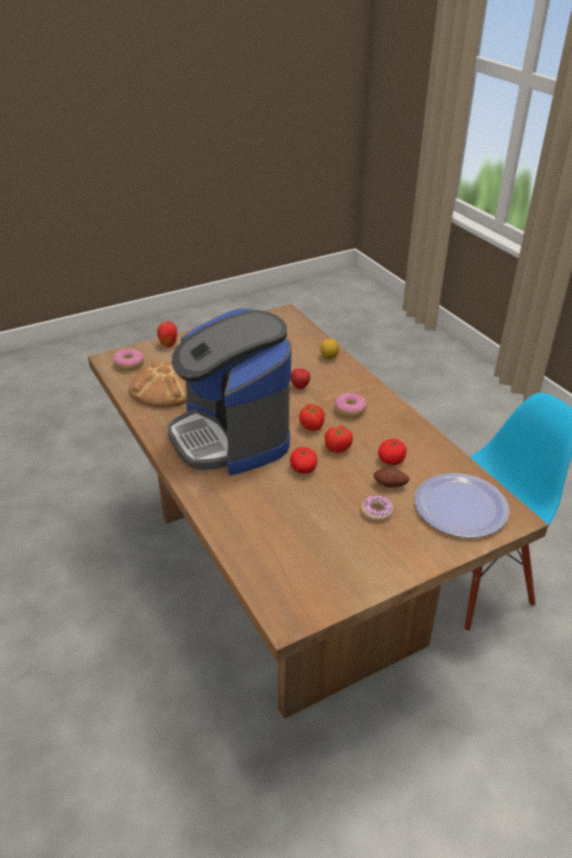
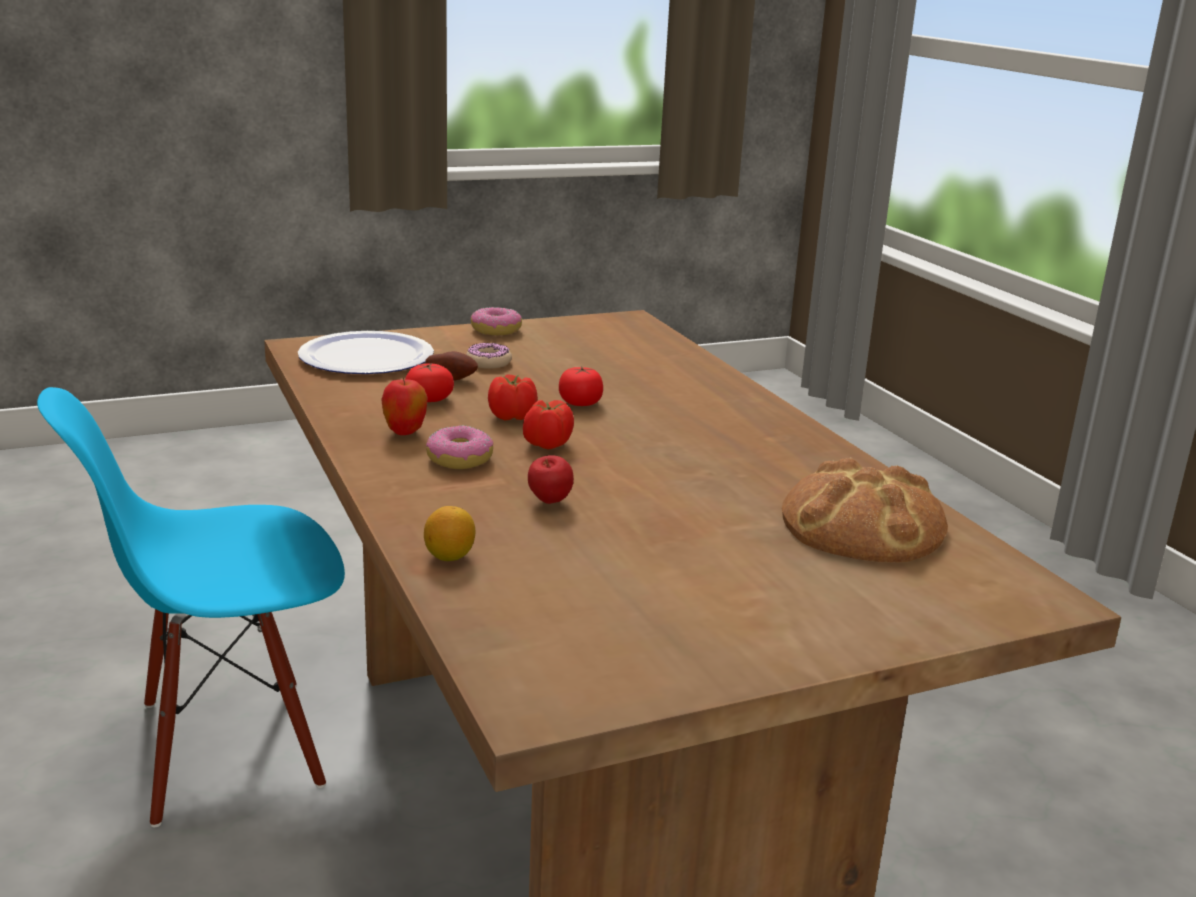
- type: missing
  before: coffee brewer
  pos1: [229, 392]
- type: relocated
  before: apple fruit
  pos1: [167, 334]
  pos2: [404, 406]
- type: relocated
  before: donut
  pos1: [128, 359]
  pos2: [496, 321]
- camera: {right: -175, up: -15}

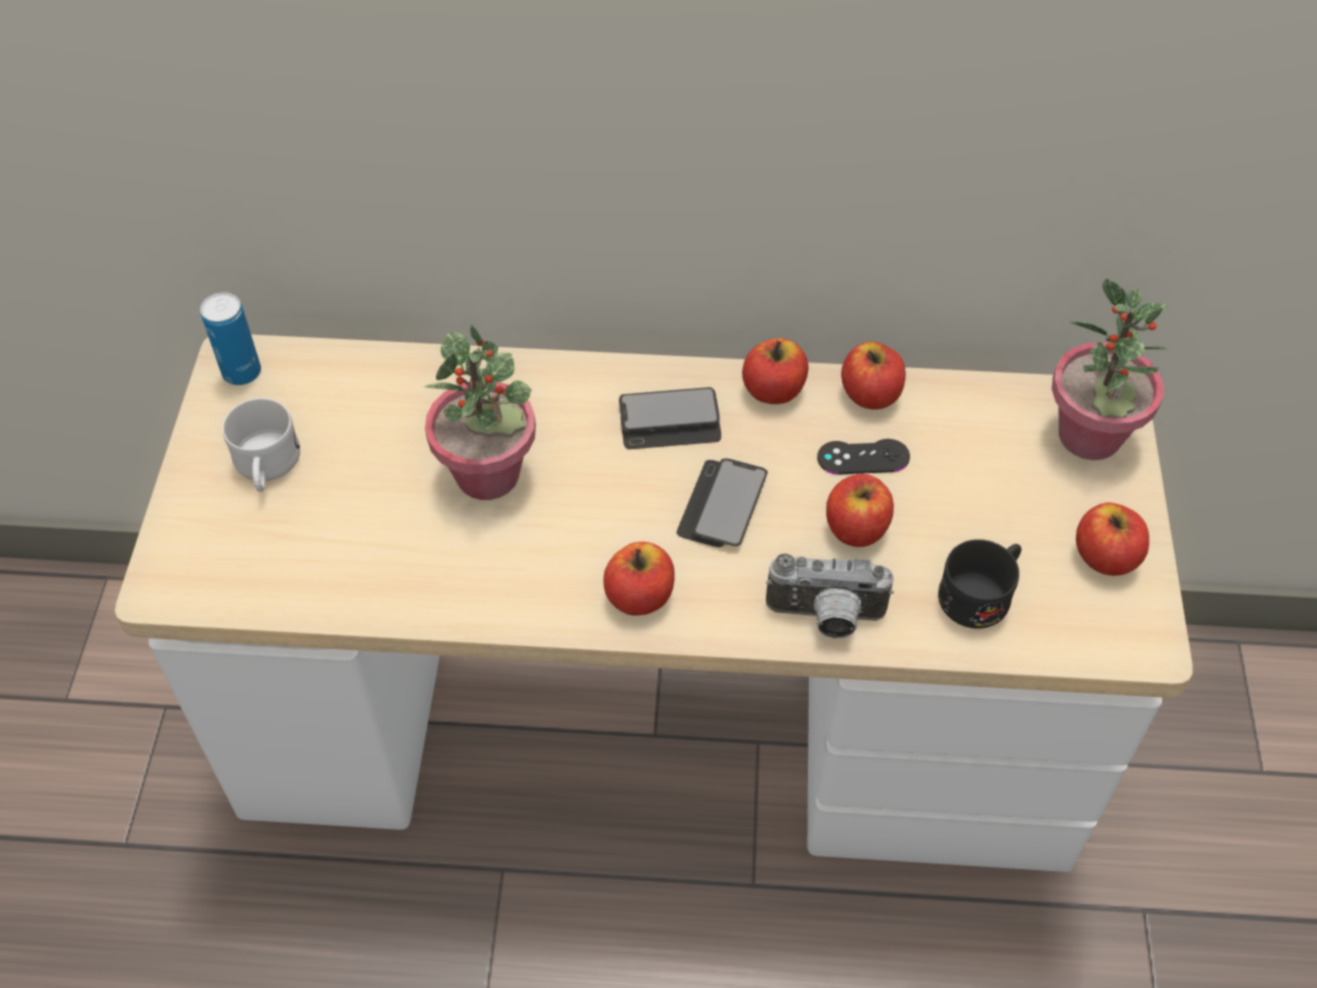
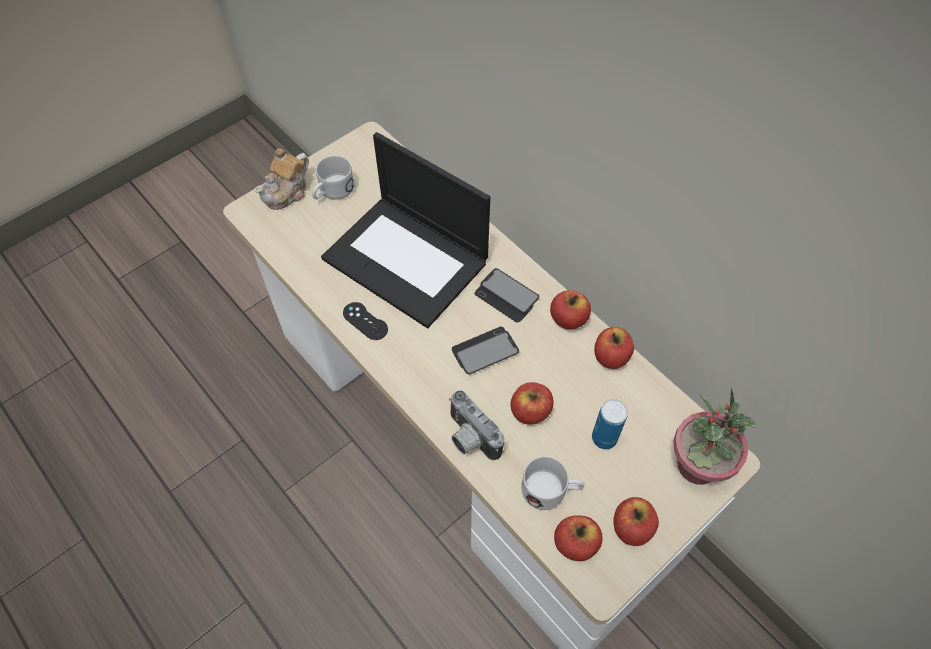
- type: relocated
  before: can
  pos1: [230, 338]
  pos2: [610, 424]
- type: exchanged
  before: potted plant
  after: laptop
  pos1: [480, 412]
  pos2: [405, 230]
- type: relocated
  before: joypad (blackish)
  pos1: [863, 456]
  pos2: [365, 321]
- type: colour
  before: coffee mug (blackish)
  after: coffee mug (white)
  pos1: [979, 584]
  pos2: [553, 483]
- type: relocated
  before: apple fruit
  pos1: [639, 578]
  pos2: [578, 538]
- type: appeared
  after: teapot
  pos2: [281, 179]
- camera: {right: 45, up: 5}

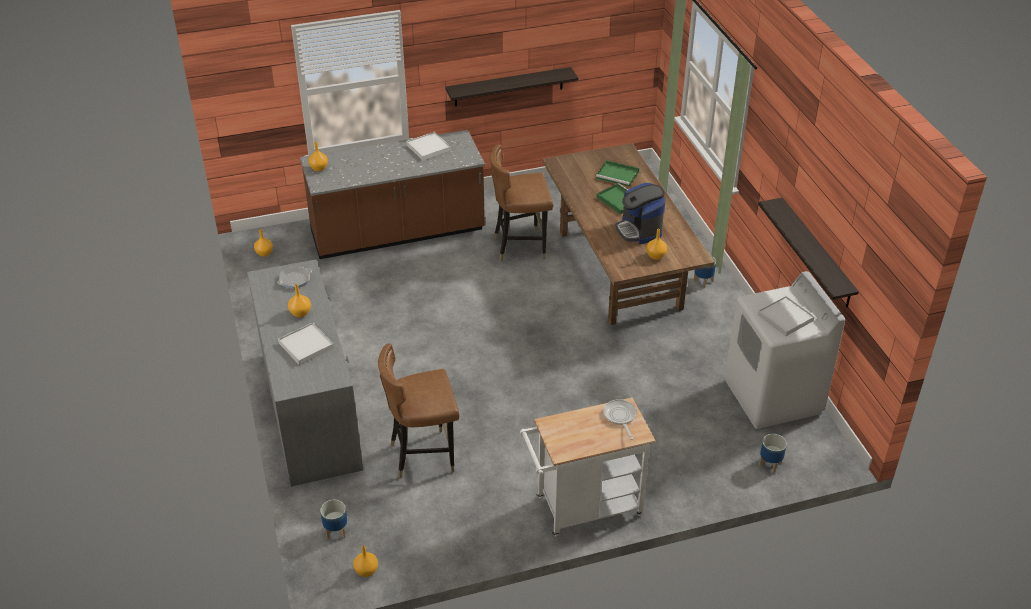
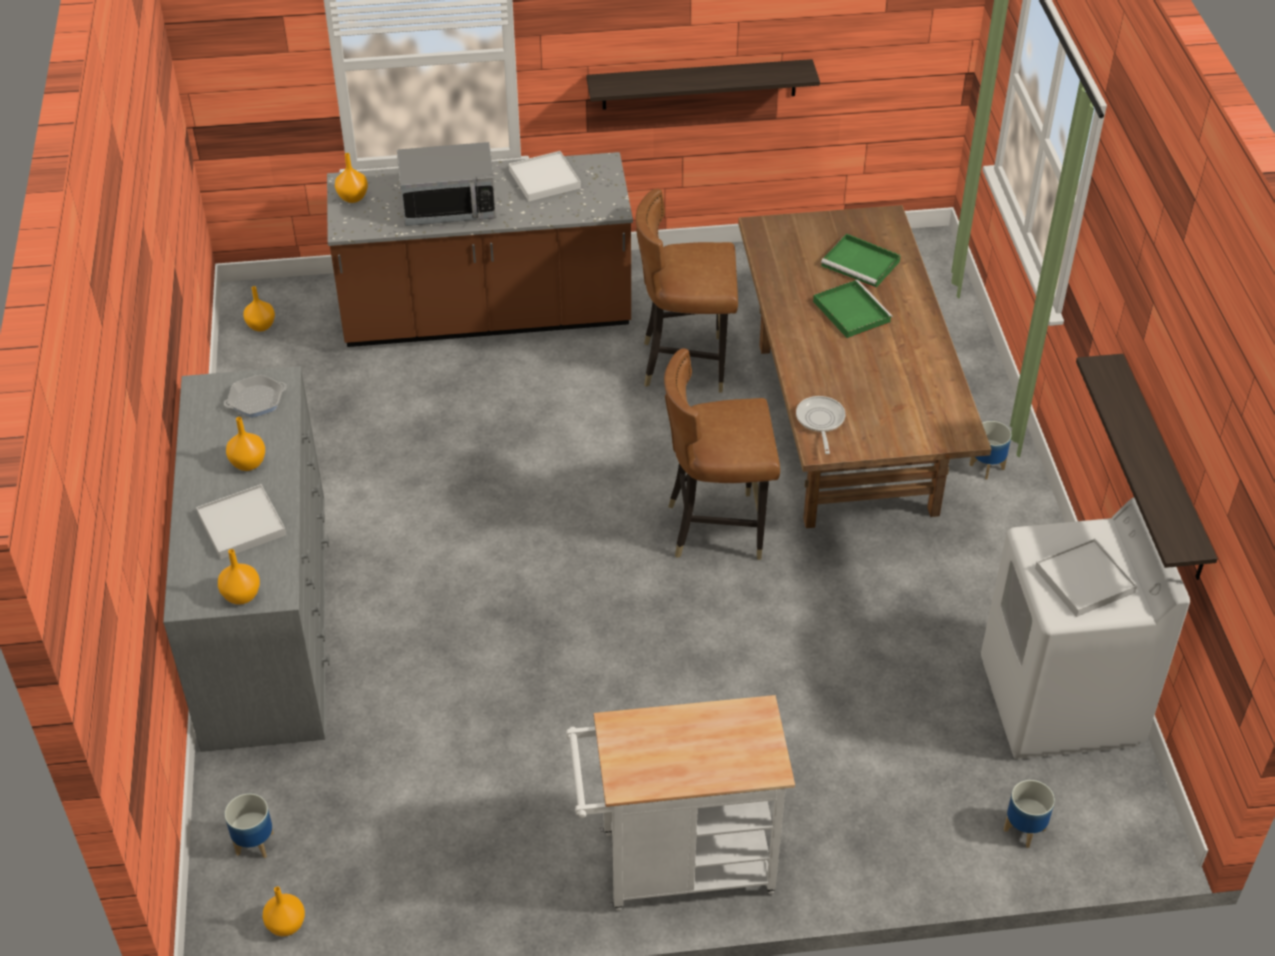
- type: missing
  before: coffee brewer
  pos1: [641, 213]
- type: relocated
  before: vase (orange)
  pos1: [656, 244]
  pos2: [239, 577]
- type: relocated
  before: chair (brownish)
  pos1: [419, 410]
  pos2: [722, 454]
- type: relocated
  before: pan
  pos1: [619, 419]
  pos2: [820, 425]
- type: appeared
  after: microwave
  pos2: [447, 184]
- camera: {right: 10, up: 5}

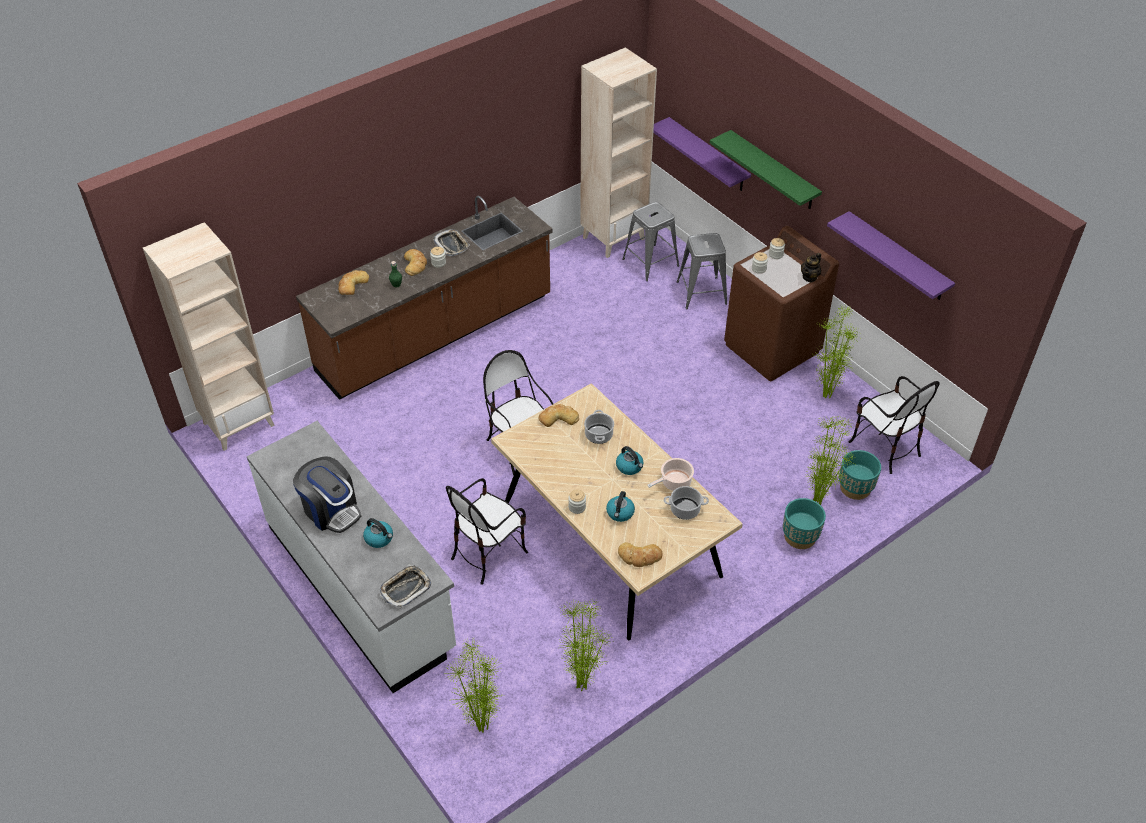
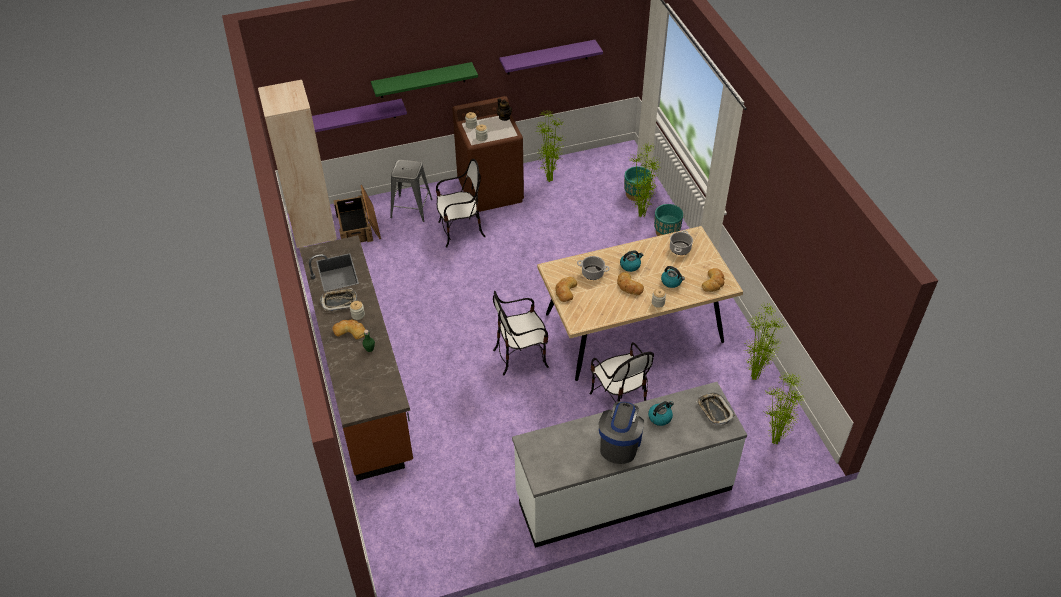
- type: exchanged
  before: stool (grey)
  after: packing crate
  pos1: [650, 241]
  pos2: [357, 214]
- type: missing
  before: shelving unit (beige)
  pos1: [209, 336]
- type: relocated
  before: baked bread
  pos1: [353, 282]
  pos2: [630, 283]
- type: relocated
  before: chair
  pos1: [894, 425]
  pos2: [461, 203]
- type: spun
  before: coffee brewer
  pos1: [327, 494]
  pos2: [621, 432]
  turn: -45
- type: missing
  before: stockpot
  pos1: [670, 474]
- camera: {right: -70, up: 0}

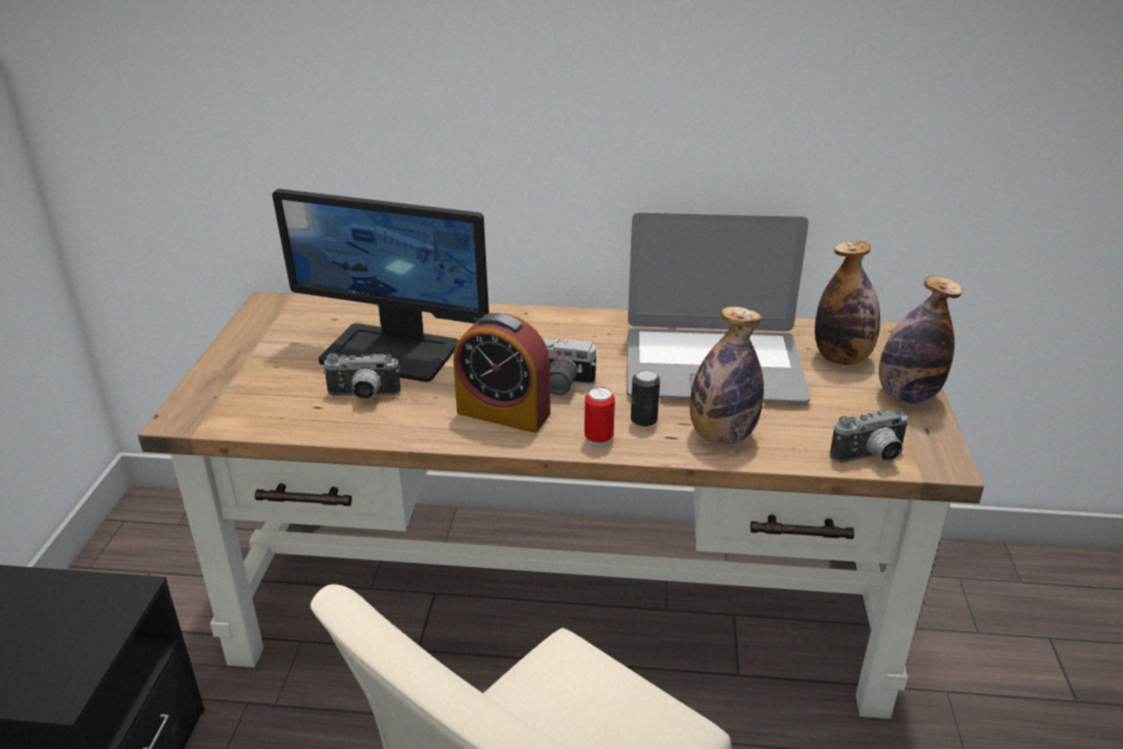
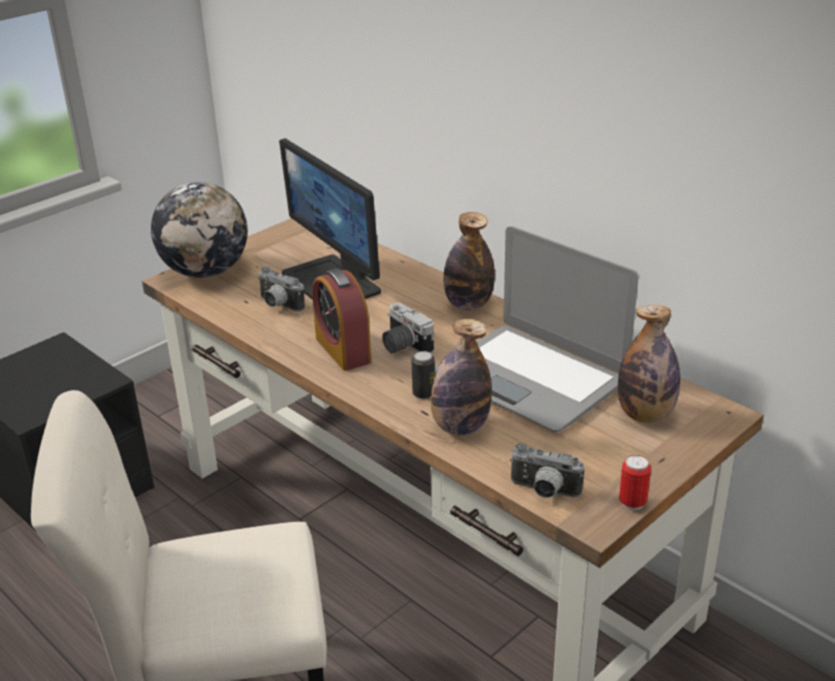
- type: relocated
  before: drink bottle
  pos1: [921, 340]
  pos2: [469, 261]
- type: relocated
  before: can
  pos1: [599, 416]
  pos2: [635, 482]
- type: appeared
  after: desk globe
  pos2: [199, 230]
- camera: {right: 40, up: 0}

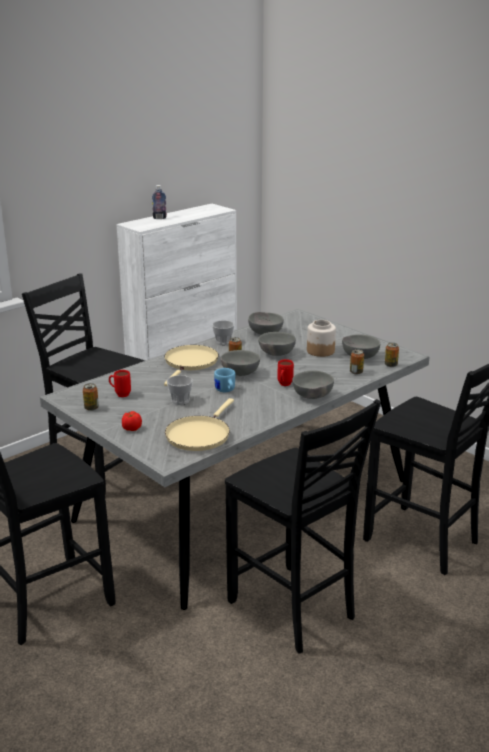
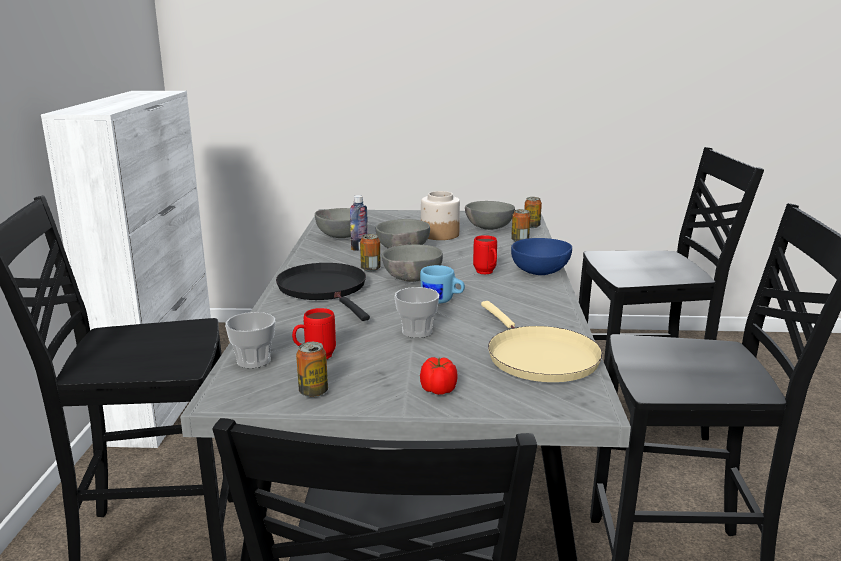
- type: relocated
  before: drink bottle
  pos1: [159, 202]
  pos2: [359, 223]
- type: relocated
  before: cup
  pos1: [223, 333]
  pos2: [250, 340]
- type: colour
  before: pan (beige)
  after: pan (blackish)
  pos1: [191, 365]
  pos2: [323, 292]
- type: colour
  before: bowl (grey)
  after: bowl (blue)
  pos1: [313, 385]
  pos2: [541, 256]
- camera: {right: -45, up: -5}

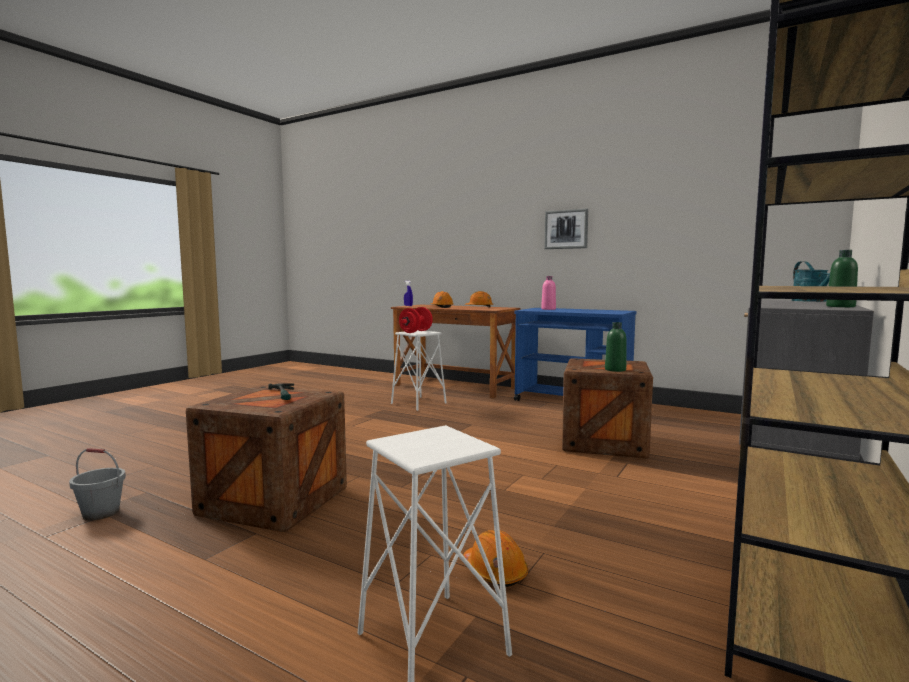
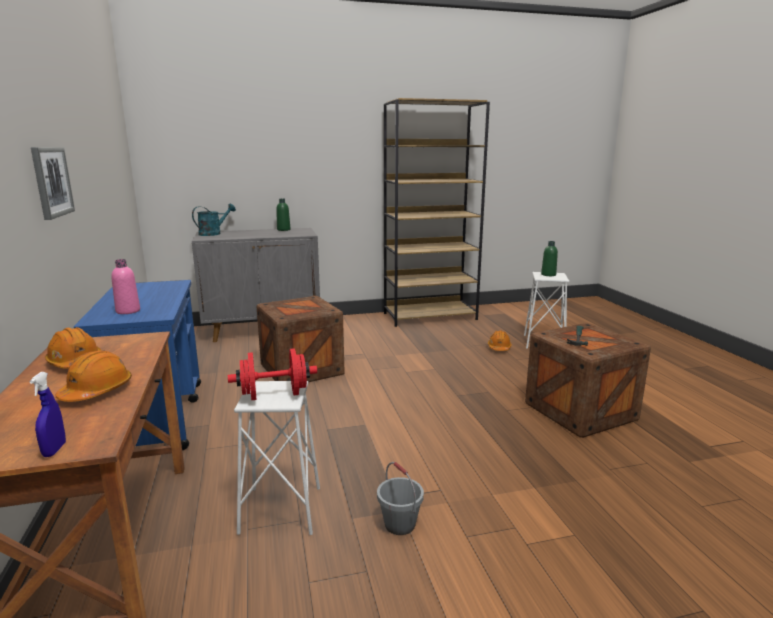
- type: relocated
  before: drink bottle (green-coloured)
  pos1: [615, 347]
  pos2: [549, 258]
- type: relocated
  before: pail (grey)
  pos1: [97, 484]
  pos2: [400, 498]
- camera: {right: -135, up: 10}

